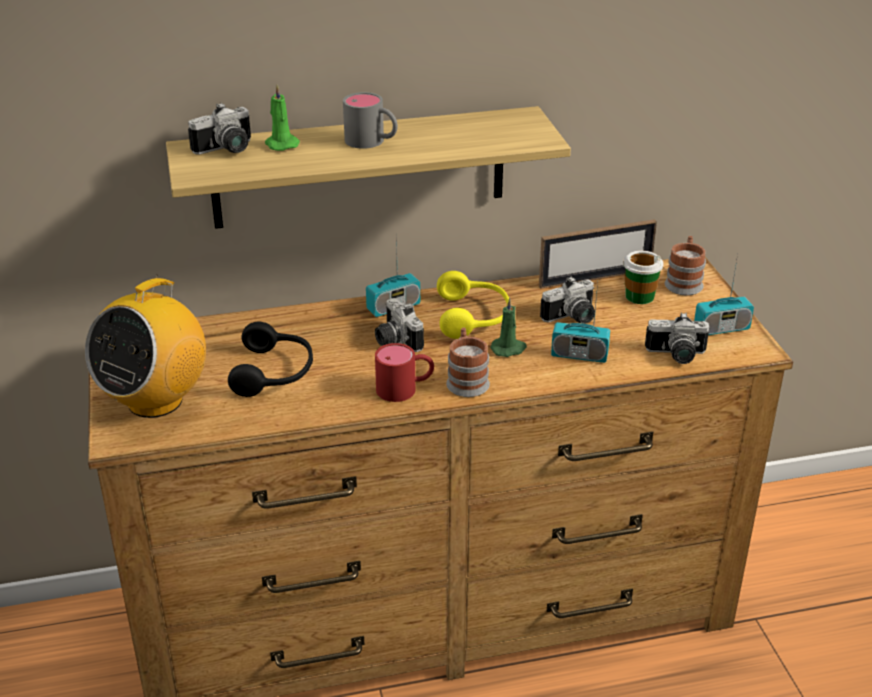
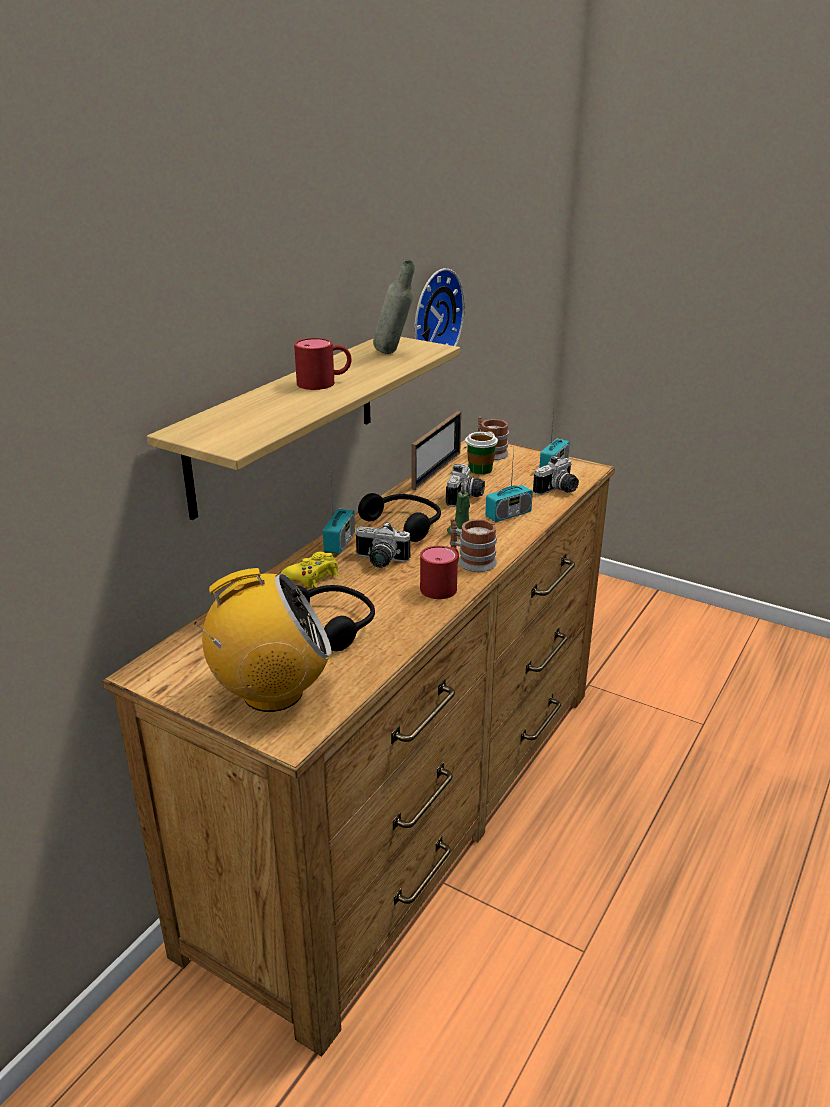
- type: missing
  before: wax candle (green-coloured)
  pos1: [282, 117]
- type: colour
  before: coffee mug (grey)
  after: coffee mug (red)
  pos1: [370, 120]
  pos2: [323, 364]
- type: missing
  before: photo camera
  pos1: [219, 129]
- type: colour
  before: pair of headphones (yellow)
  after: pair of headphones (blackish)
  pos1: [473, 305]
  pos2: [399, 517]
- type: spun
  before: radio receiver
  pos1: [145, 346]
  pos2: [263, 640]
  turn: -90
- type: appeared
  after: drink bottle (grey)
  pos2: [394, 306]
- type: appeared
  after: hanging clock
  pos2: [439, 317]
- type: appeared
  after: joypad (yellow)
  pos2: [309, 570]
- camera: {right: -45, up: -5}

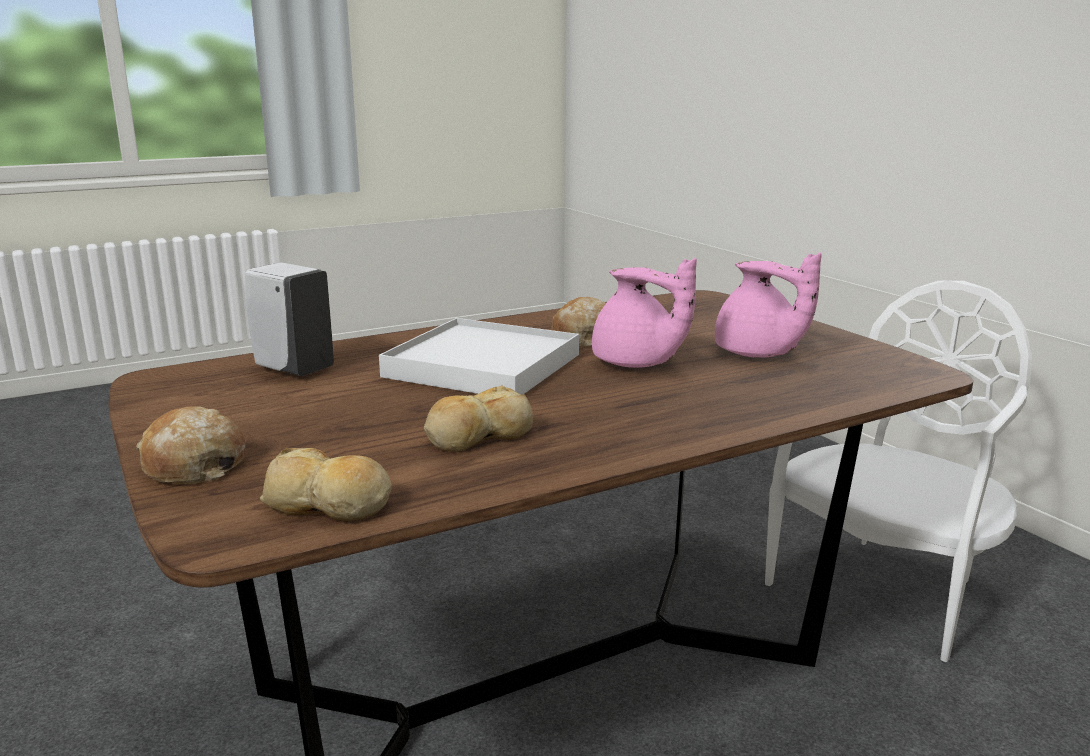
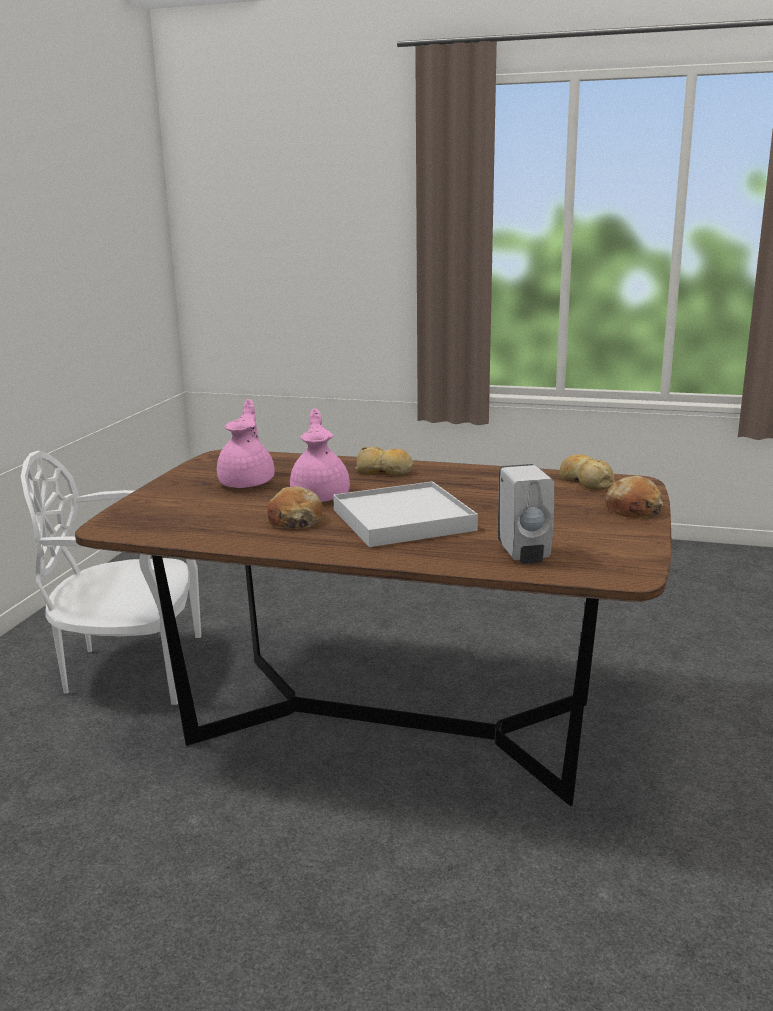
- type: relocated
  before: baked bread
  pos1: [478, 418]
  pos2: [384, 461]
- camera: {right: -135, up: 0}

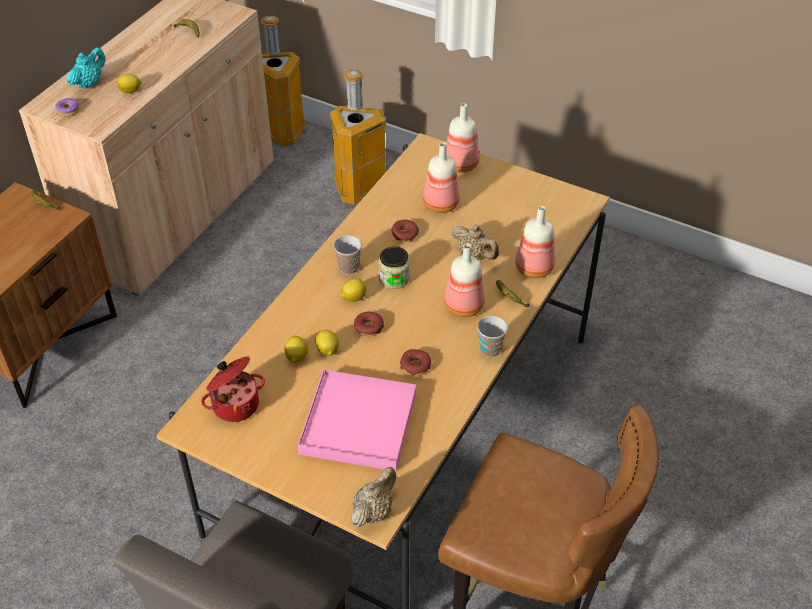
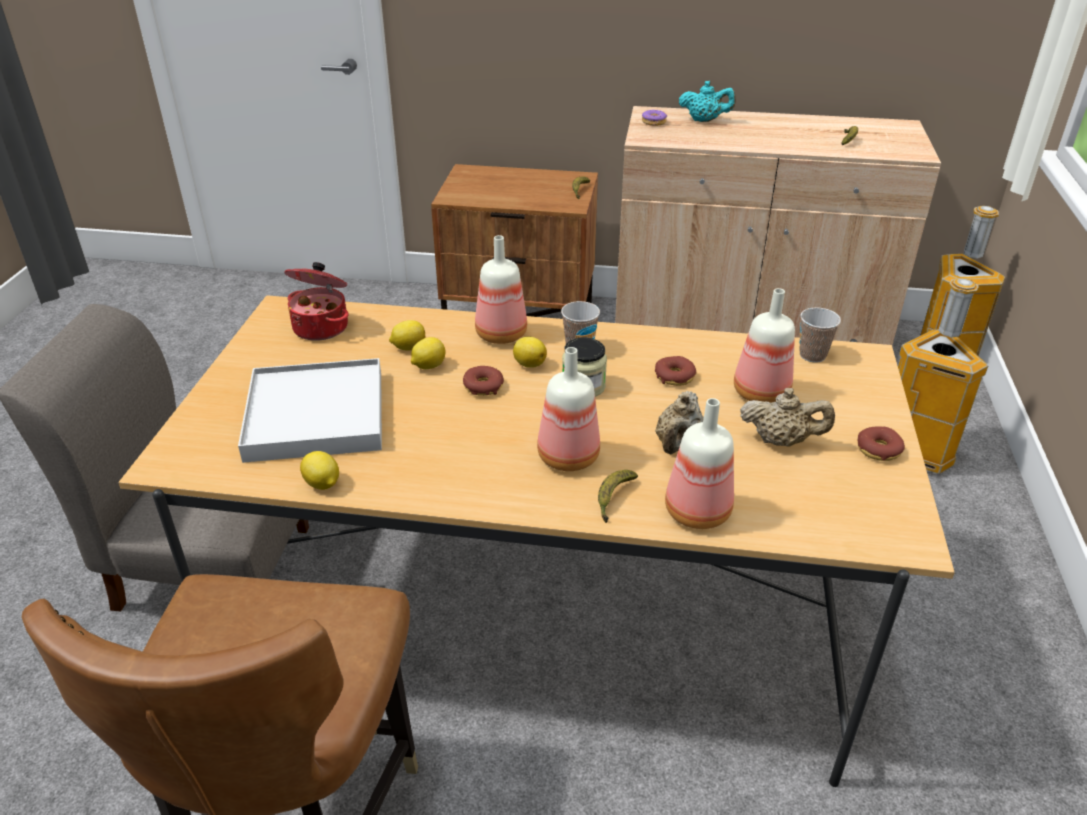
- type: relocated
  before: whole lemon
  pos1: [130, 83]
  pos2: [319, 470]
- type: relocated
  before: drink bottle
  pos1: [462, 138]
  pos2: [501, 289]
- type: relocated
  before: cup
  pos1: [492, 336]
  pos2: [820, 335]
- type: relocated
  before: donut
  pos1: [415, 362]
  pos2: [881, 443]
- type: colour
  before: tray (pinkish)
  after: tray (white)
  pos1: [356, 420]
  pos2: [310, 410]
- type: relocated
  before: teapot (beige)
  pos1: [373, 497]
  pos2: [787, 417]
- camera: {right: 70, up: -10}

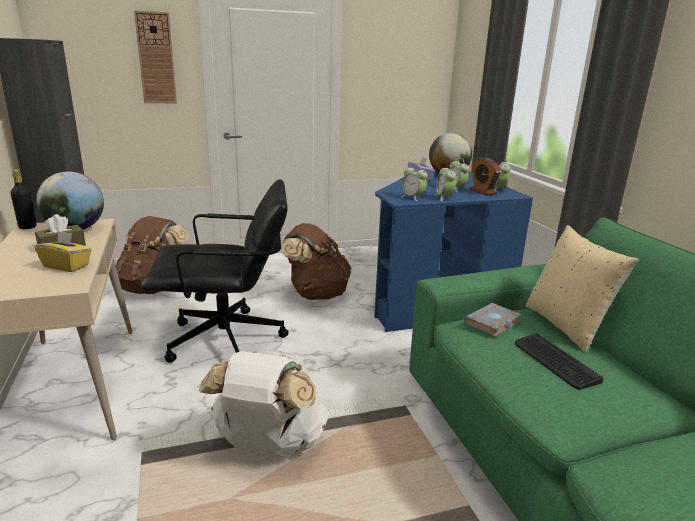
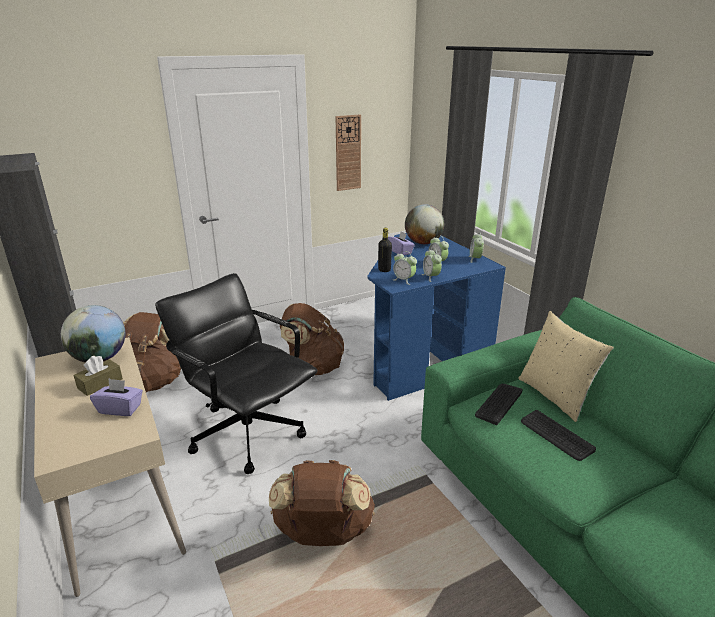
- type: relocated
  before: hanging clock
  pos1: [155, 57]
  pos2: [348, 153]
- type: missing
  before: alarm clock
  pos1: [485, 176]
- type: relocated
  before: drink bottle (blackish)
  pos1: [23, 199]
  pos2: [385, 250]
- type: spun
  before: computer chair (blackish)
  pos1: [215, 271]
  pos2: [236, 373]
  turn: -120
- type: colour
  before: box of tissues (yellow)
  after: box of tissues (purplish)
  pos1: [63, 251]
  pos2: [116, 397]
- type: exchanged
  before: bound book (grey)
  after: PC keyboard
  pos1: [493, 320]
  pos2: [499, 404]
- type: colour
  before: knapsack (white)
  after: knapsack (brownish)
  pos1: [263, 404]
  pos2: [322, 503]
- camera: {right: -10, up: 5}

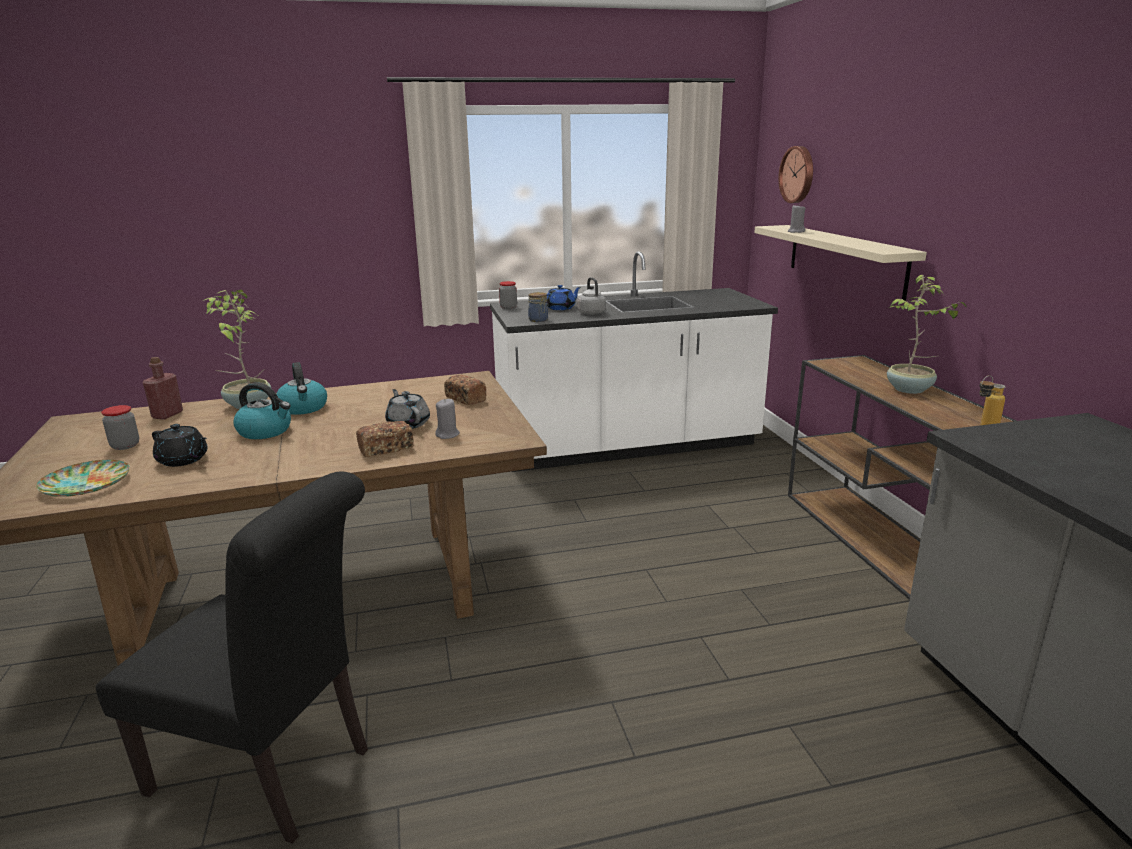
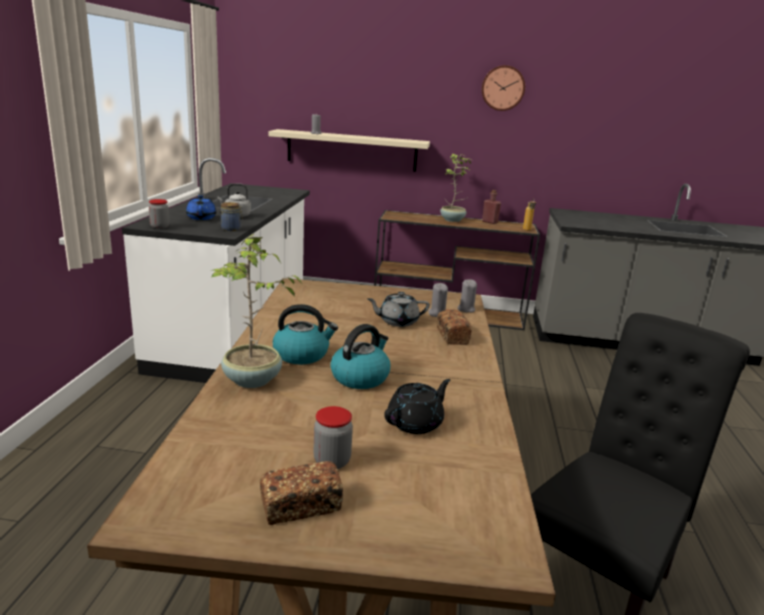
- type: relocated
  before: hanging clock
  pos1: [795, 174]
  pos2: [503, 88]
- type: relocated
  before: drink bottle (red)
  pos1: [163, 388]
  pos2: [491, 207]
- type: relocated
  before: baked bread
  pos1: [465, 390]
  pos2: [301, 493]
- type: missing
  before: plate
  pos1: [83, 478]
- type: appeared
  after: wax candle (grey)
  pos2: [467, 296]
- camera: {right: -70, up: 0}

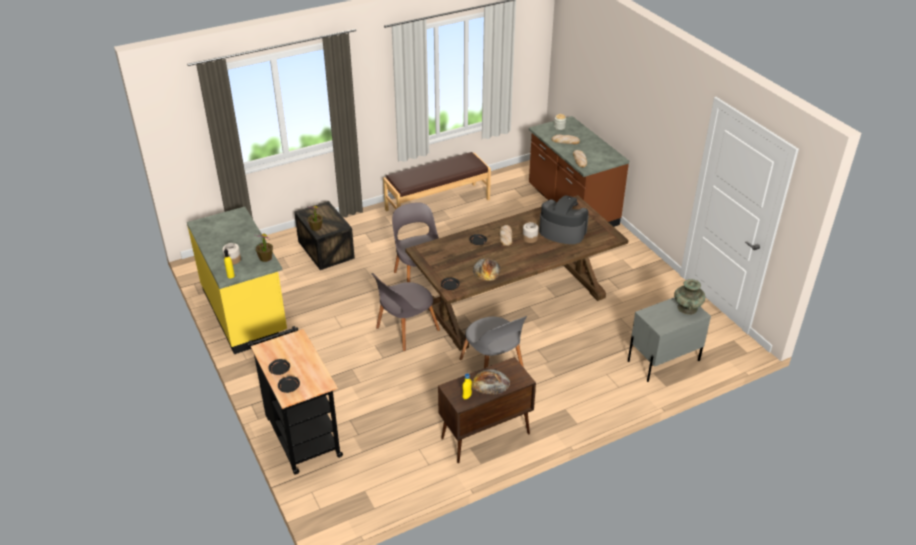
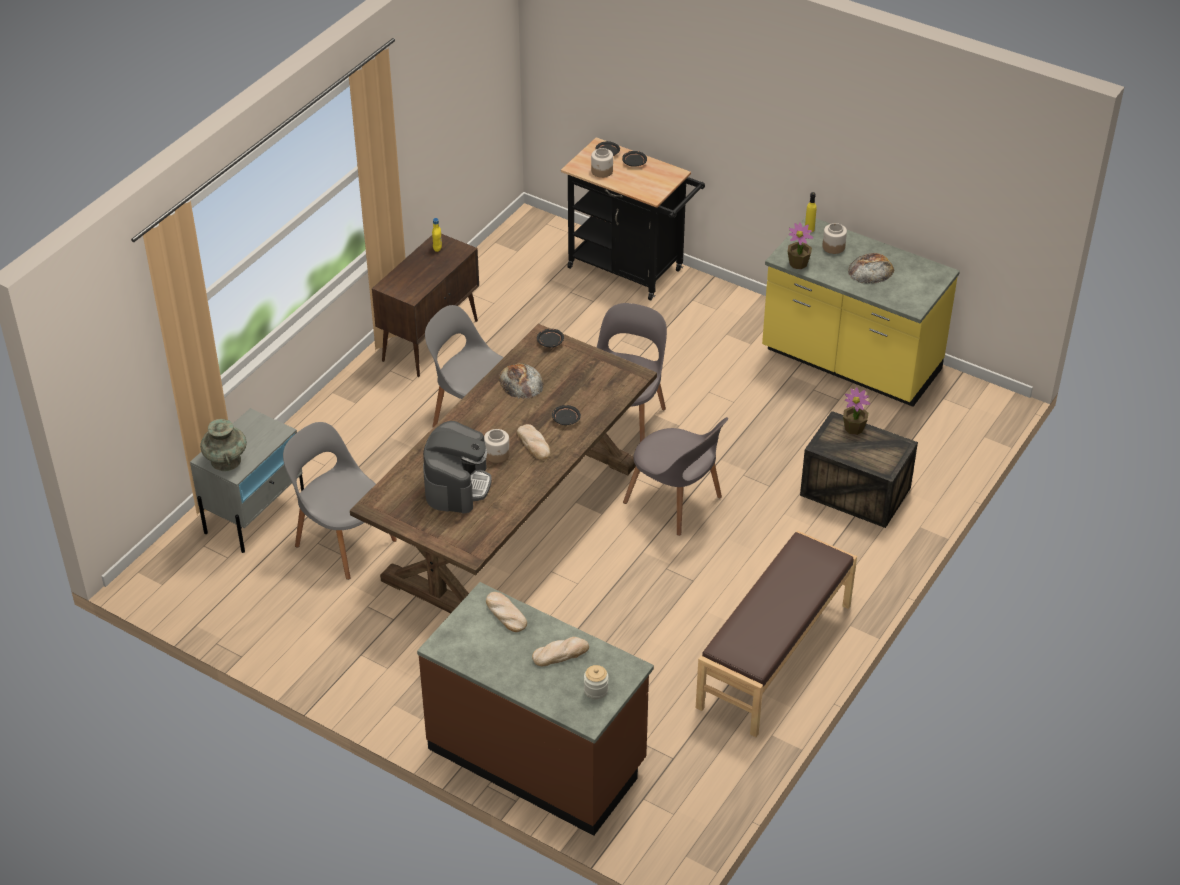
- type: spun
  before: coffee brewer
  pos1: [564, 219]
  pos2: [457, 467]
  turn: -75
- type: relocated
  before: baked bread
  pos1: [491, 381]
  pos2: [871, 268]
- type: appeared
  after: jar
  pos2: [602, 163]
- type: appeared
  after: chair (grey)
  pos2: [340, 501]
- camera: {right: 150, up: 5}

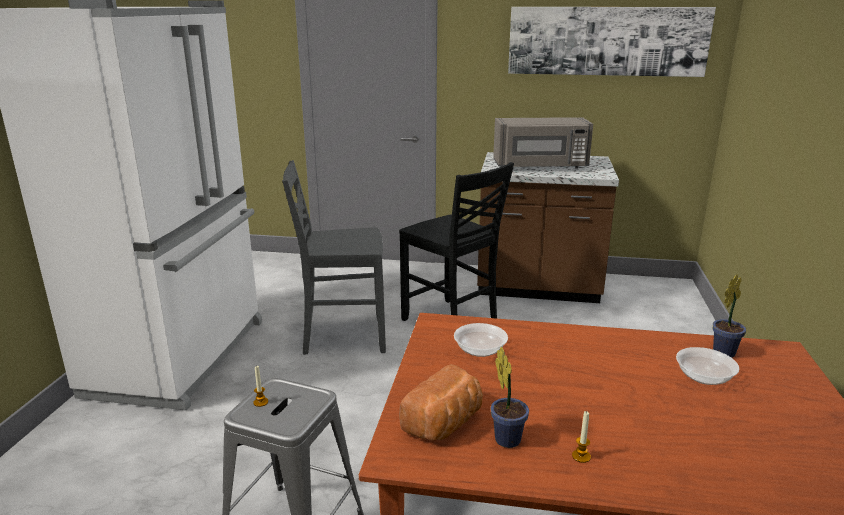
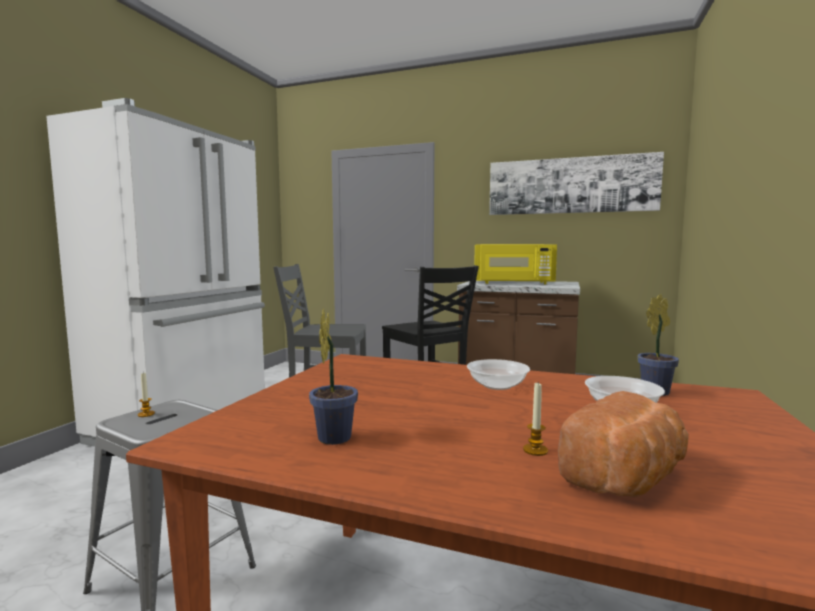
- type: colour
  before: microwave (grey)
  after: microwave (yellow)
  pos1: [543, 143]
  pos2: [515, 264]
- type: relocated
  before: bowl
  pos1: [481, 340]
  pos2: [498, 374]
- type: relocated
  before: baked bread
  pos1: [441, 402]
  pos2: [623, 444]
- type: relocated
  before: wax candle
  pos1: [581, 437]
  pos2: [535, 419]
- camera: {right: 10, up: -15}

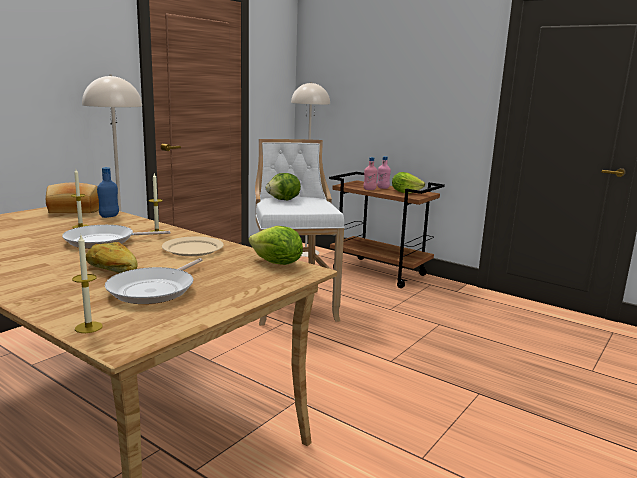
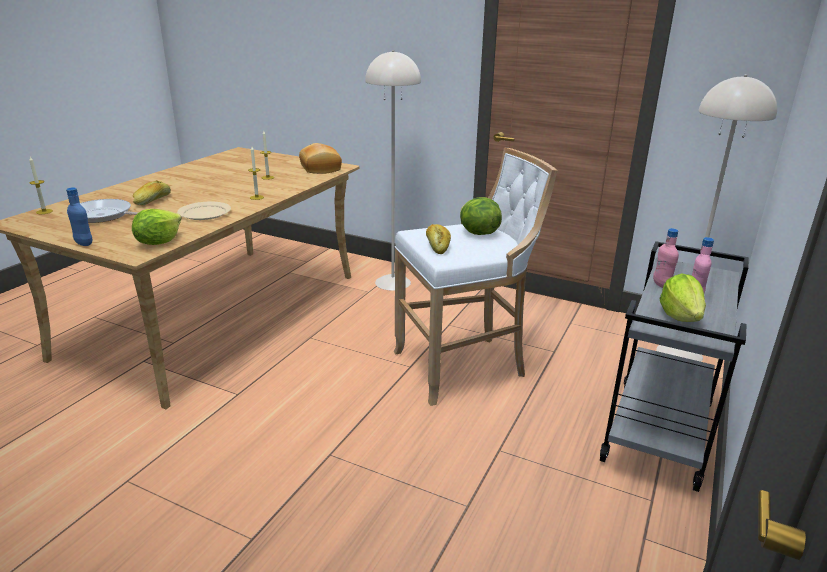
- type: relocated
  before: drink bottle (blue)
  pos1: [108, 192]
  pos2: [79, 216]
- type: colour
  before: cart (brownish)
  after: cart (grey)
  pos1: [387, 230]
  pos2: [674, 366]
- type: missing
  before: pan
  pos1: [116, 237]
- type: appeared
  after: baked bread
  pos2: [438, 239]
- camera: {right: 80, up: 10}

